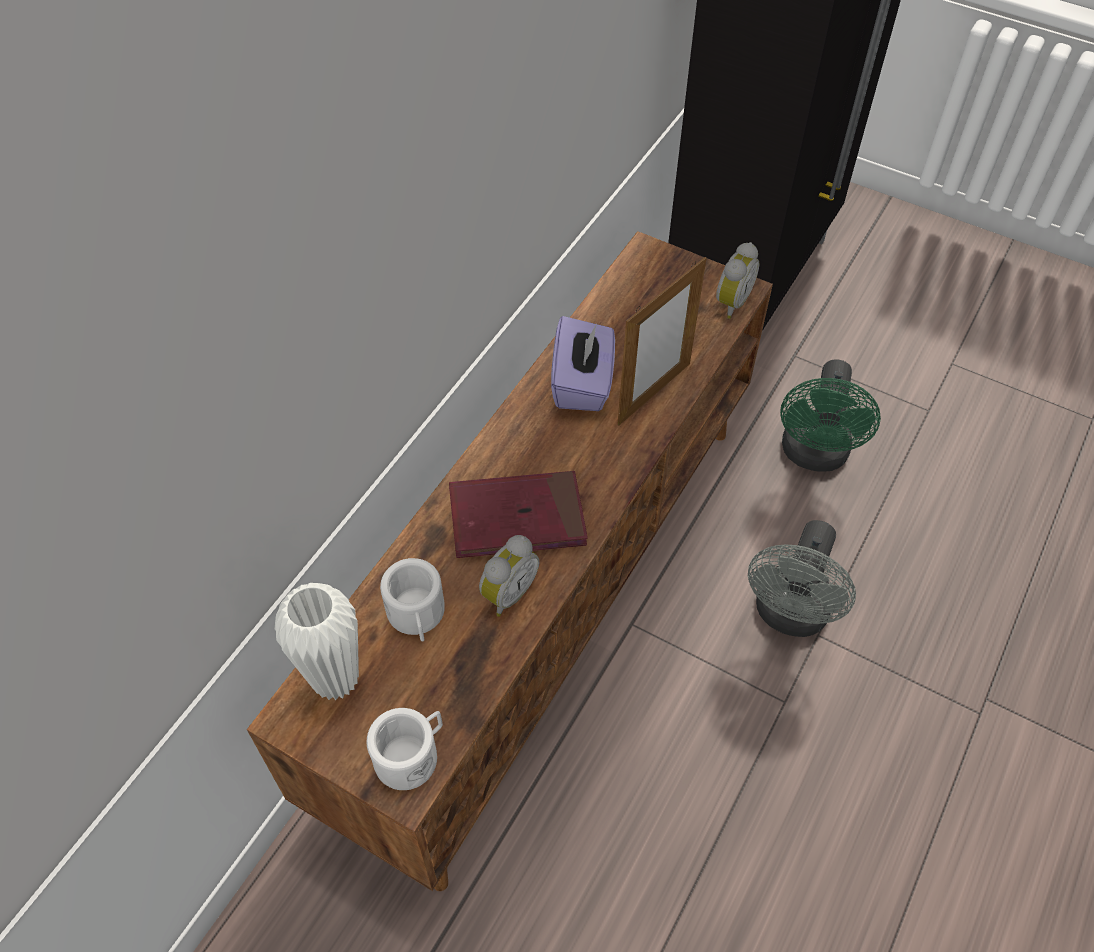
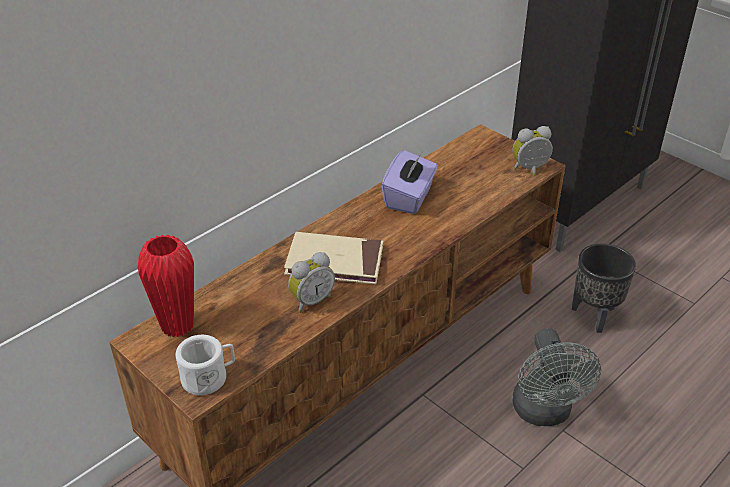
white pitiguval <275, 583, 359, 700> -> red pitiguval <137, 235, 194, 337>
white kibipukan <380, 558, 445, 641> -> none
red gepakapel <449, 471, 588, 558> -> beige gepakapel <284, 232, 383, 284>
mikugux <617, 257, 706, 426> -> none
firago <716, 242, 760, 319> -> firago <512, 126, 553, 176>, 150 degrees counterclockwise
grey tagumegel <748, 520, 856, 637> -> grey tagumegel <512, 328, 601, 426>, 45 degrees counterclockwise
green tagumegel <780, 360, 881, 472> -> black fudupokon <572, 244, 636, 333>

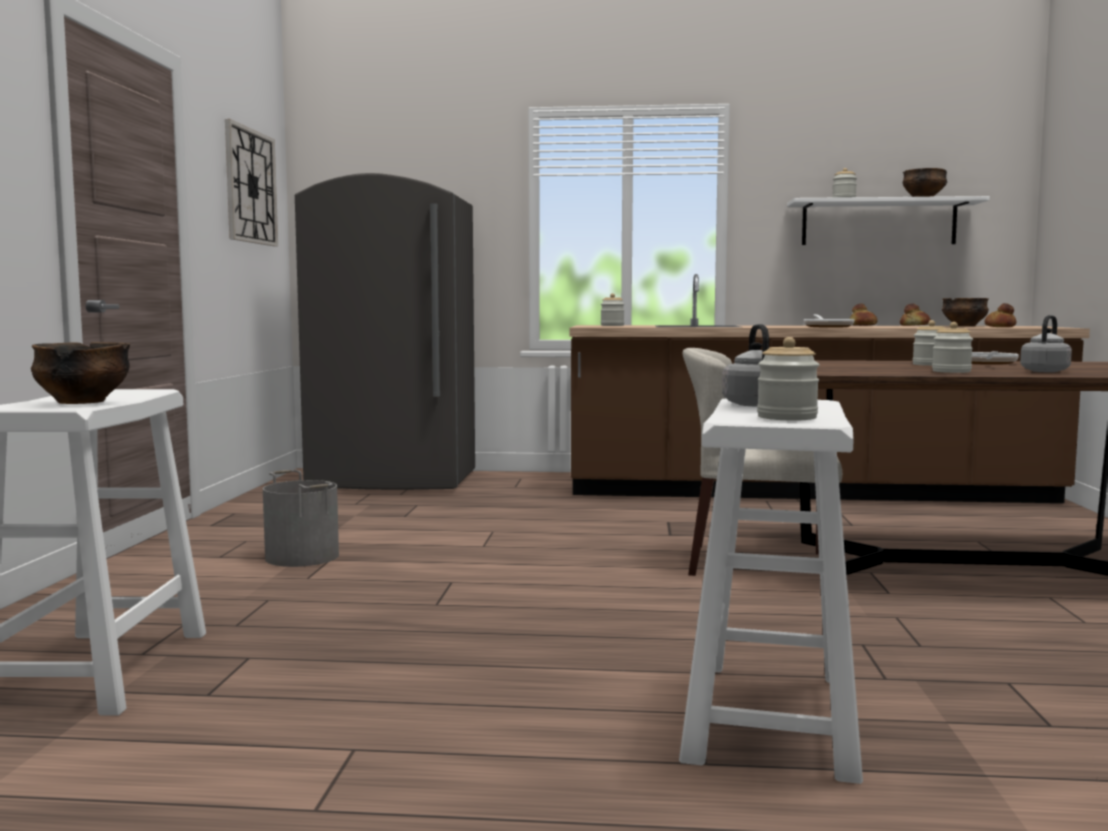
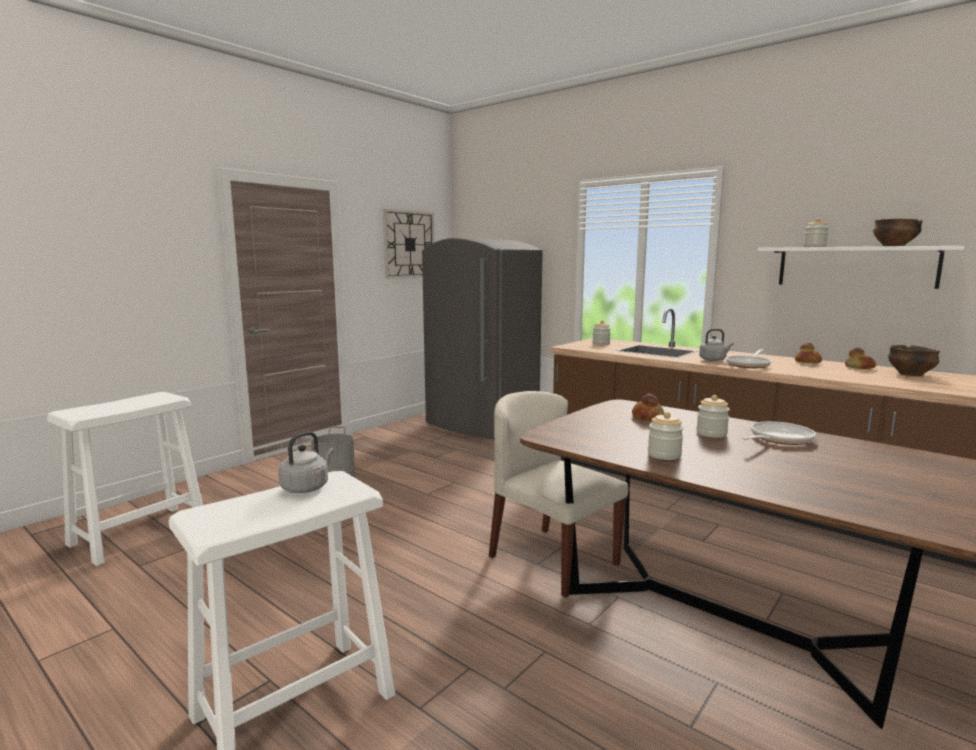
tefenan <31, 342, 130, 404> -> none
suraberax <757, 337, 820, 421> -> none
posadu <984, 303, 1016, 327> -> posadu <632, 394, 664, 420>, shifted
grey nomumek <1020, 315, 1072, 372> -> grey nomumek <699, 329, 734, 361>, shifted

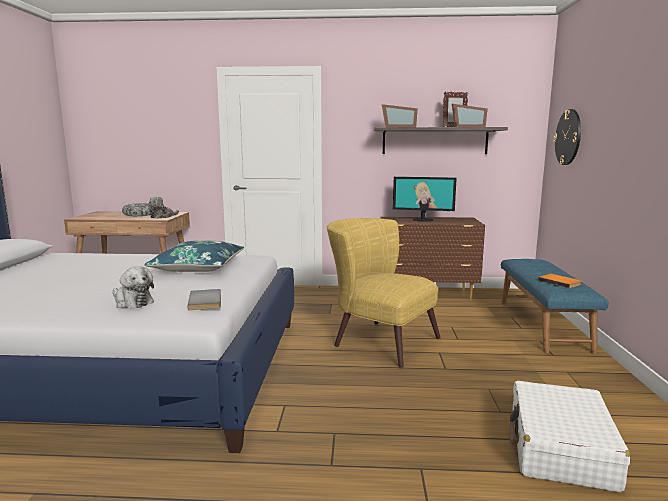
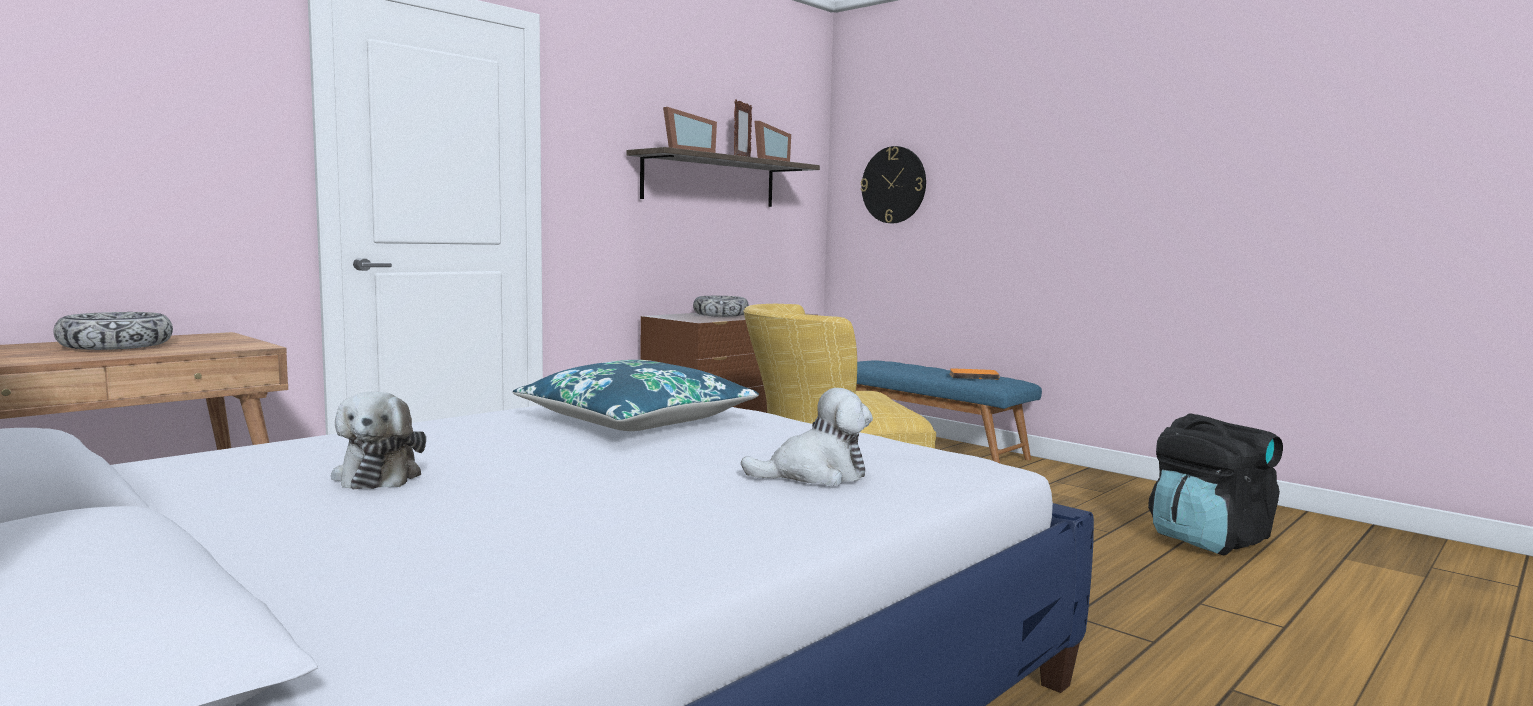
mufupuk <149, 196, 179, 219> -> mufupuk <331, 391, 426, 489>, shifted
grey gepakapel <188, 289, 221, 310> -> none
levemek <393, 177, 457, 221> -> tefenan <693, 296, 749, 317>
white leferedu <509, 381, 630, 493> -> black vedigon <1148, 413, 1283, 555>

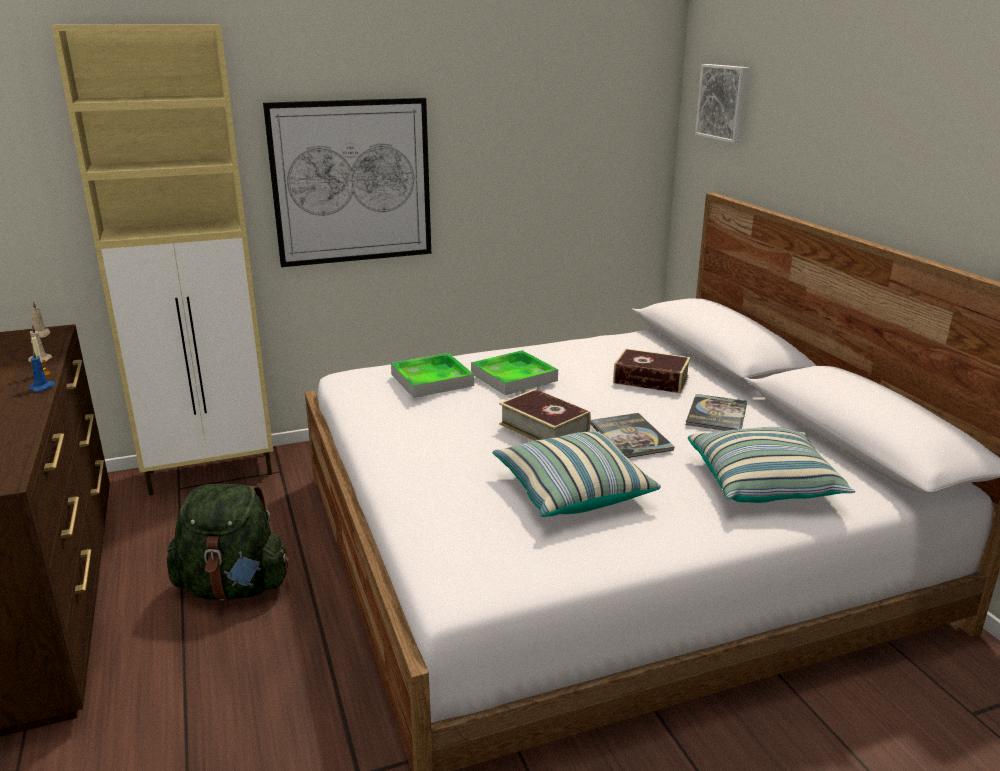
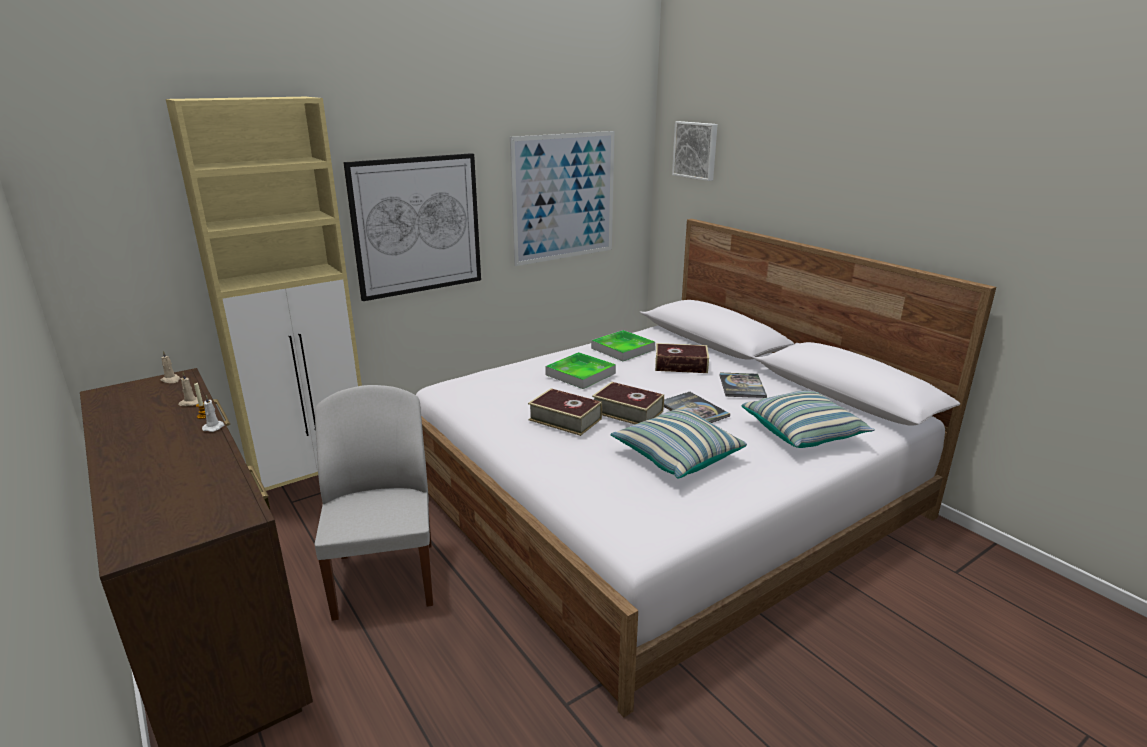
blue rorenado <29, 350, 55, 392> -> white rorenado <202, 395, 225, 432>
green vedigon <167, 484, 289, 601> -> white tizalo <314, 385, 433, 621>
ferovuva <391, 353, 474, 398> -> ferovuva <591, 330, 655, 361>, shifted
none -> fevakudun <510, 131, 614, 266>
none -> gepakapel <528, 388, 602, 436>

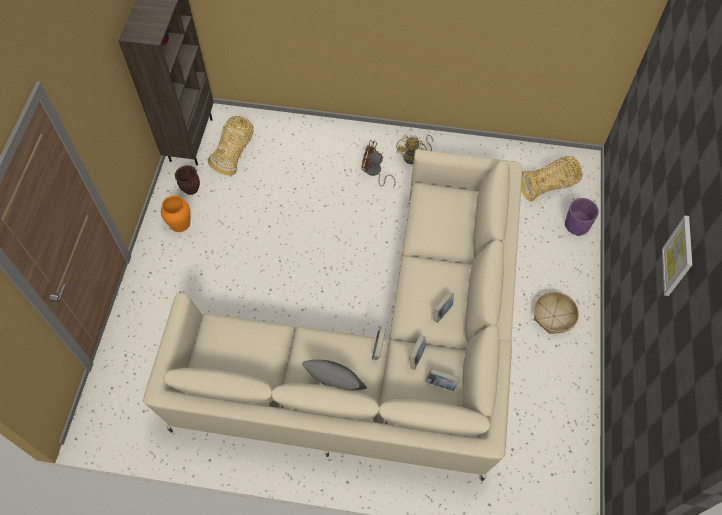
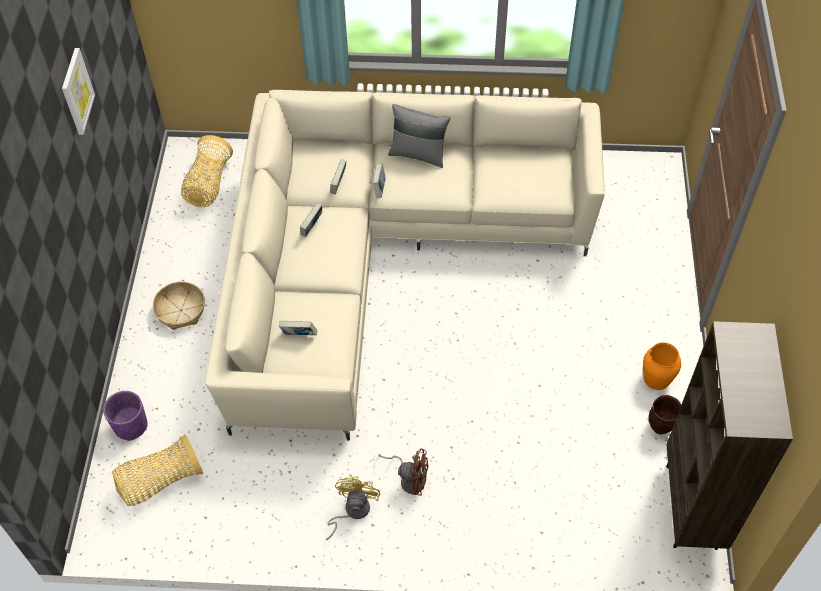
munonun <208, 116, 254, 175> -> munonun <181, 135, 233, 207>, shifted
gepakapel <425, 369, 460, 391> -> gepakapel <279, 321, 317, 335>, shifted

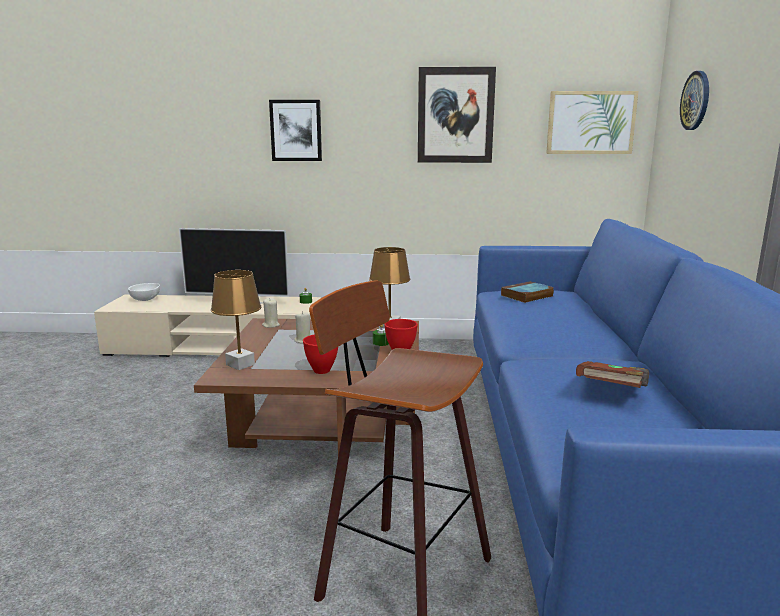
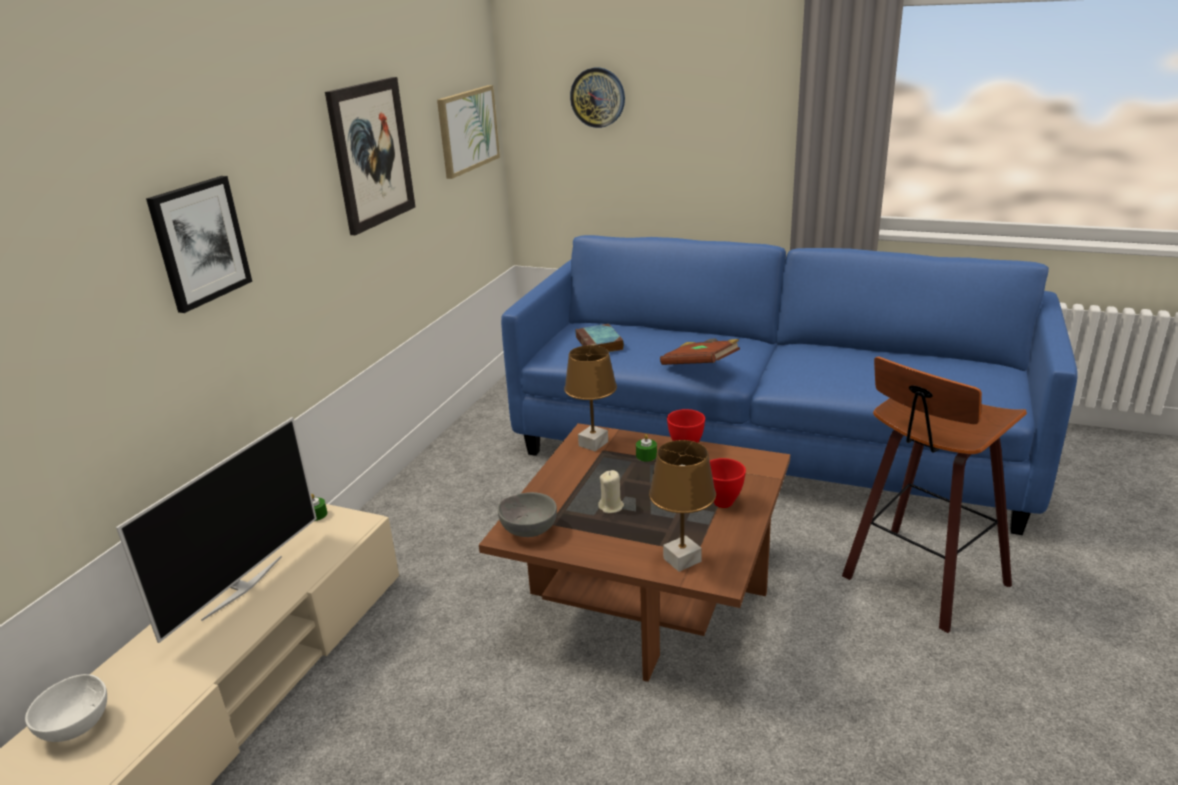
beige rorenado <262, 298, 280, 328> -> grey tefenan <498, 492, 557, 537>
brown gepakapel <576, 361, 649, 388> -> brown gepakapel <660, 339, 740, 365>, shifted

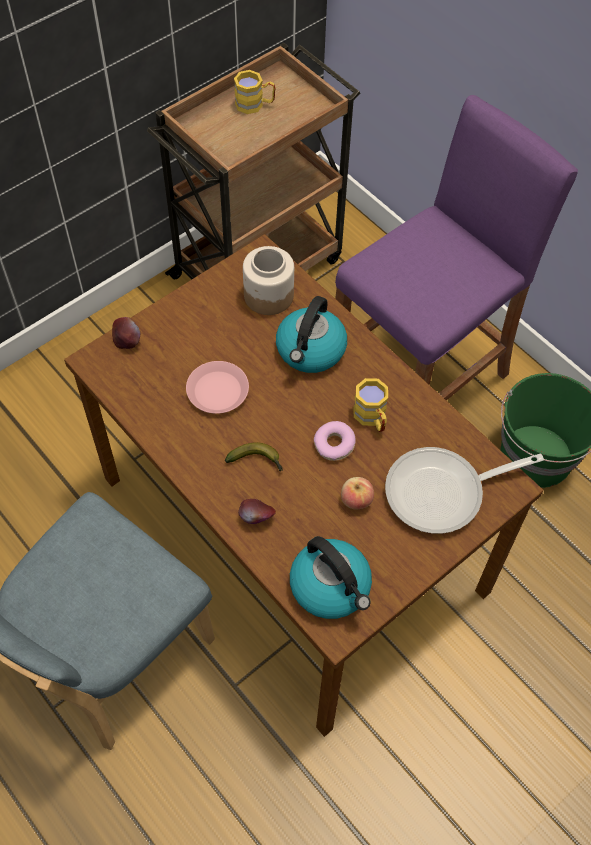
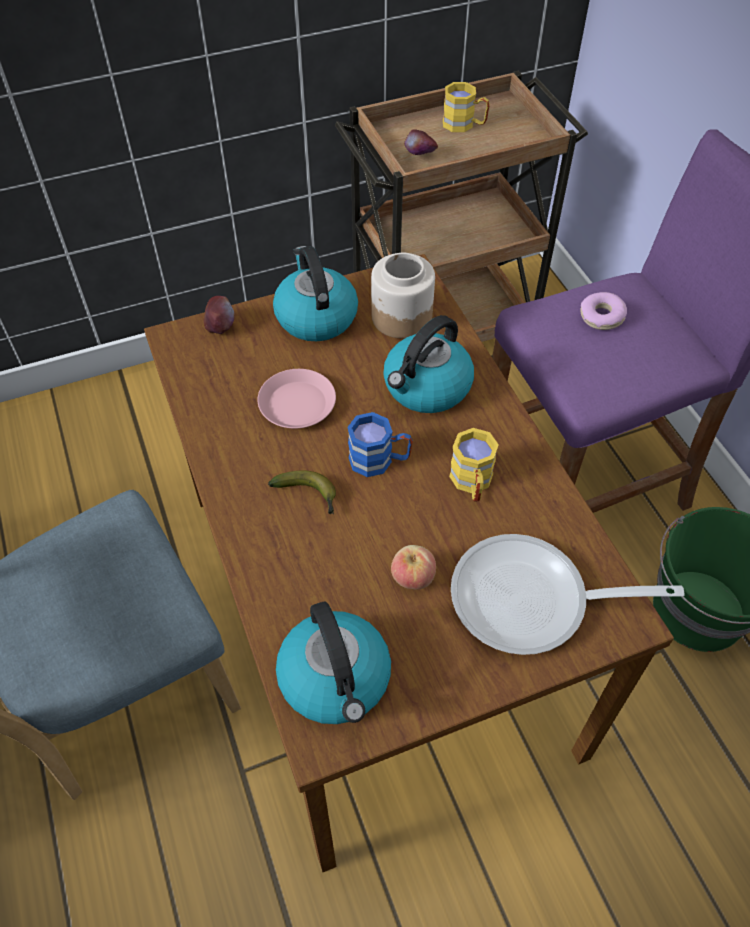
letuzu <238, 499, 276, 524> -> letuzu <404, 129, 438, 155>, shifted
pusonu <314, 421, 356, 461> -> pusonu <580, 292, 627, 330>, shifted
none -> nomumek <273, 246, 358, 341>
none -> blue kibipukan <347, 412, 413, 477>

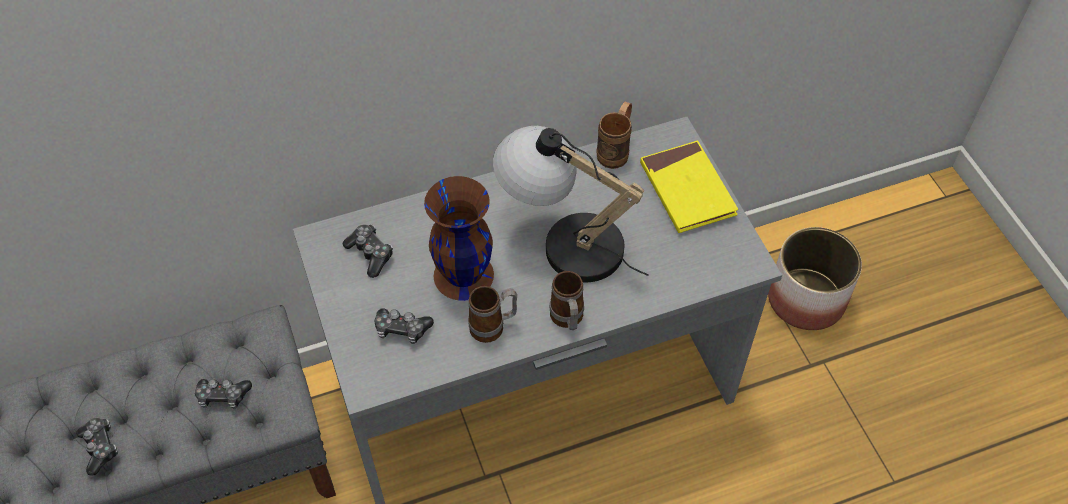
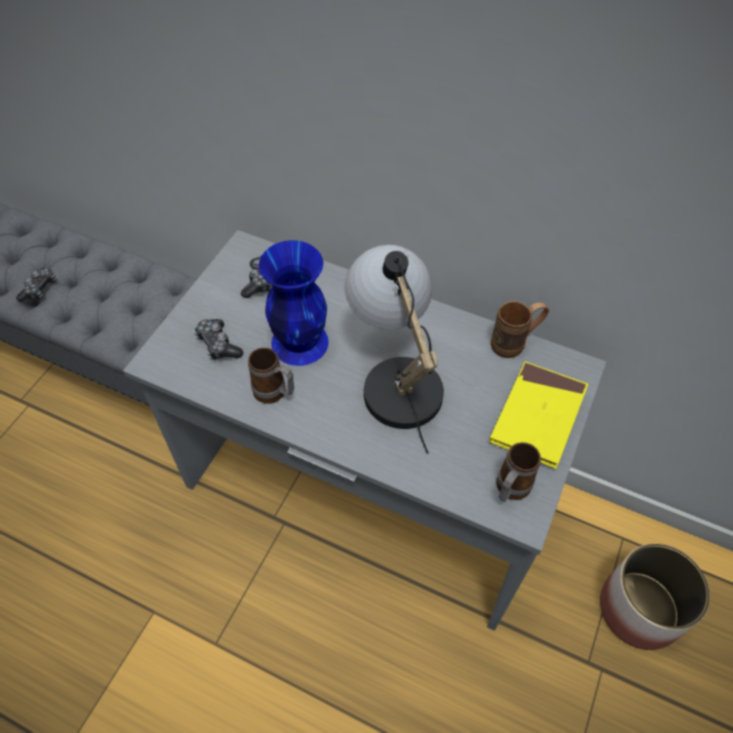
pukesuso <195, 379, 252, 408> -> none
brown pitiguval <424, 176, 494, 301> -> blue pitiguval <259, 240, 329, 366>
kibipukan <550, 271, 584, 330> -> kibipukan <496, 442, 541, 502>, shifted

